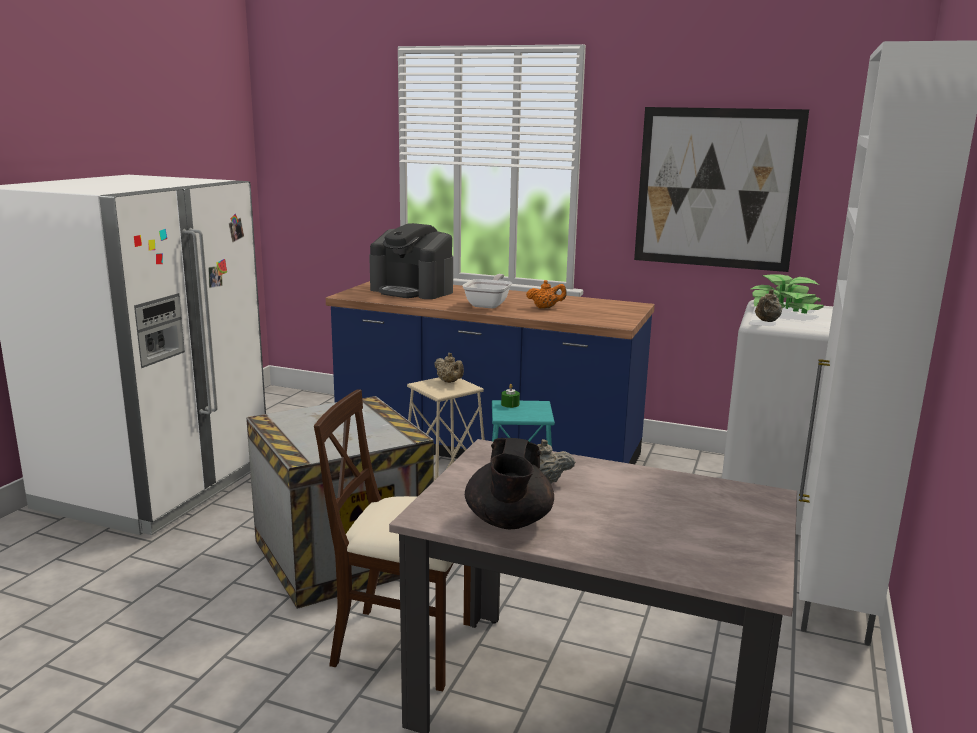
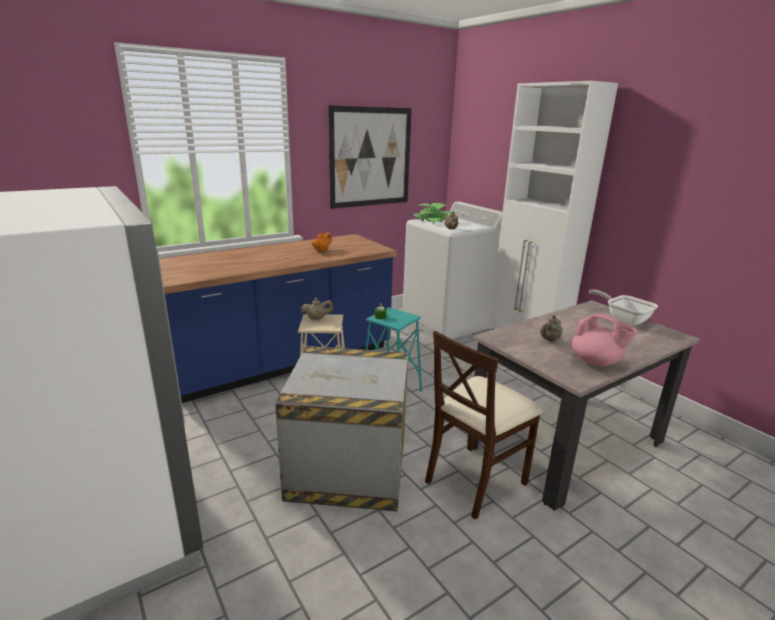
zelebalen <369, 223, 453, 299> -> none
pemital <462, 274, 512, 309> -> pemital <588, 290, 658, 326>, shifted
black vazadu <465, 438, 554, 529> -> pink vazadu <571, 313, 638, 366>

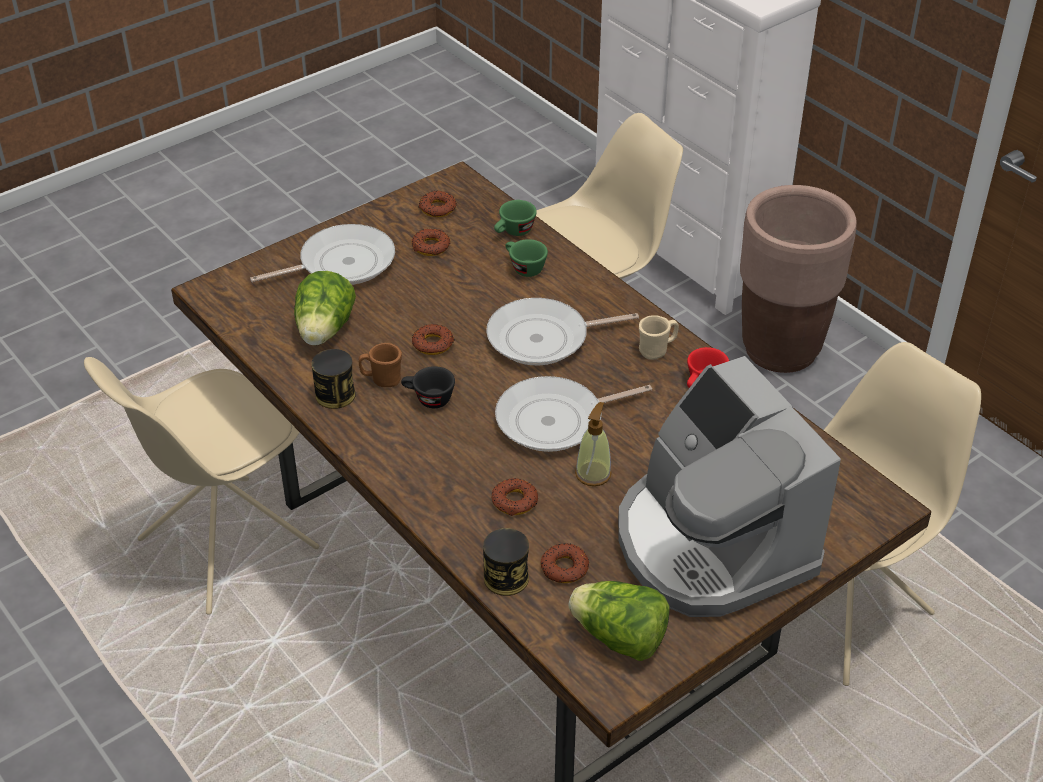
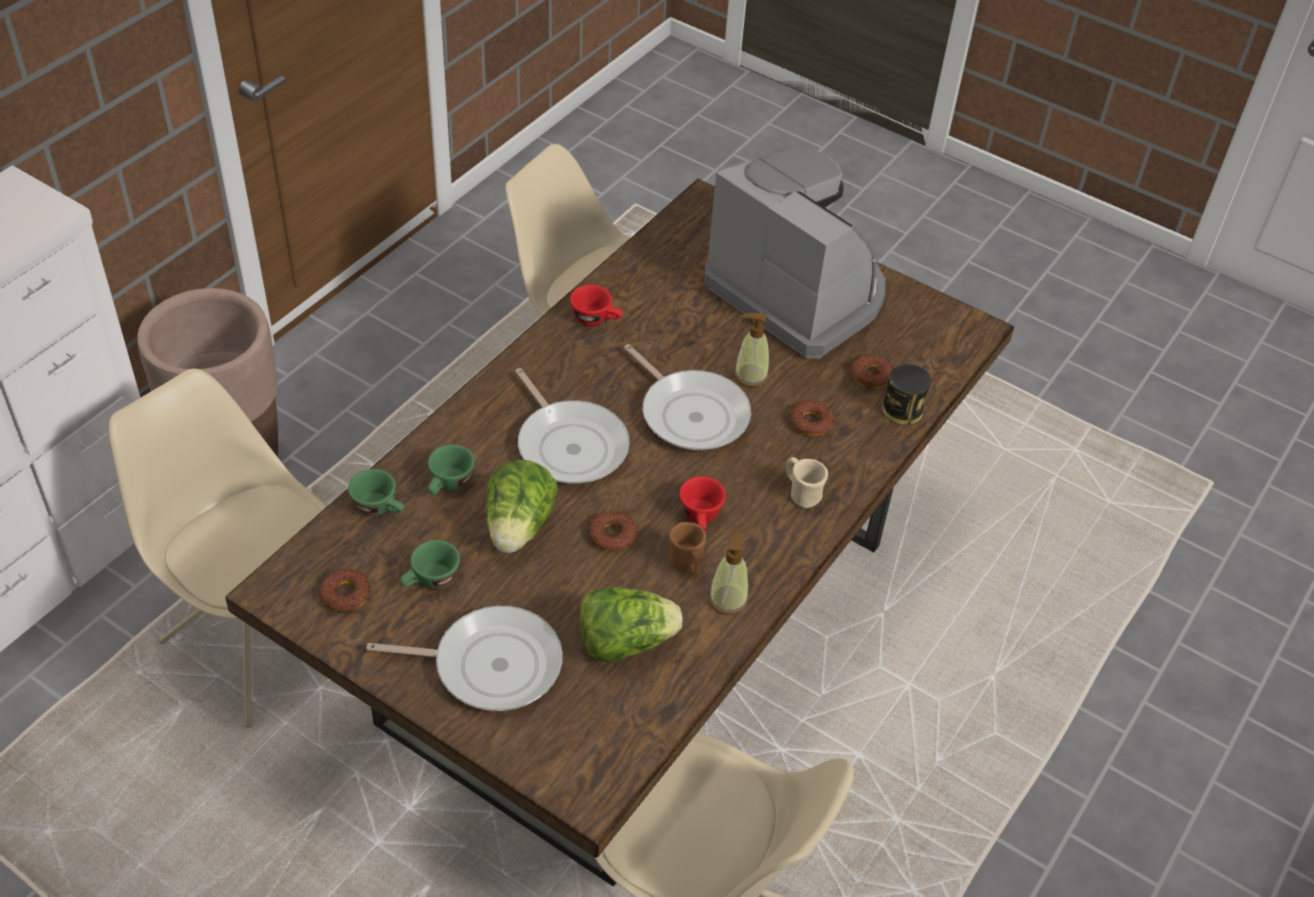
pemital <250, 224, 395, 285> -> pemital <367, 606, 563, 711>, 135 degrees clockwise
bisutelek <311, 349, 356, 409> -> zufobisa <709, 527, 748, 615>
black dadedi <401, 366, 455, 408> -> red dadedi <679, 476, 726, 531>
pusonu <412, 229, 451, 256> -> green dadedi <400, 540, 460, 589>
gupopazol <568, 581, 670, 661> -> gupopazol <485, 460, 558, 553>, shifted
zelebalen <618, 356, 841, 617> -> zelebalen <705, 147, 886, 359>, 90 degrees counterclockwise
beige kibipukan <639, 315, 679, 360> -> beige kibipukan <786, 457, 828, 508>, shifted

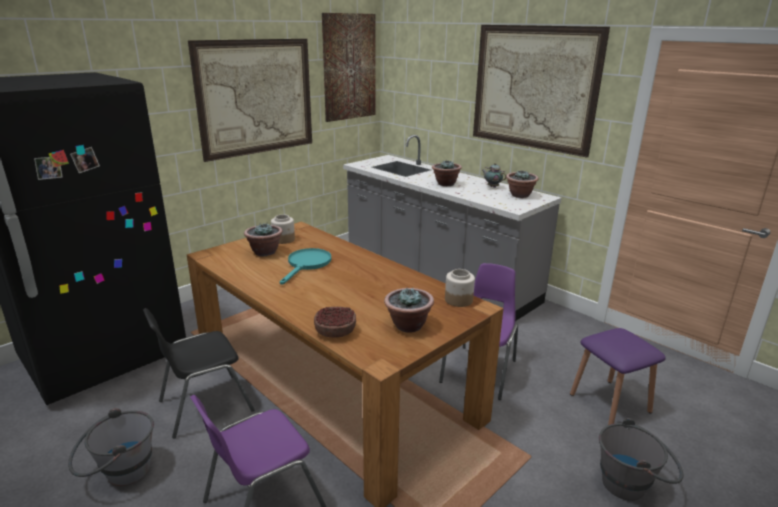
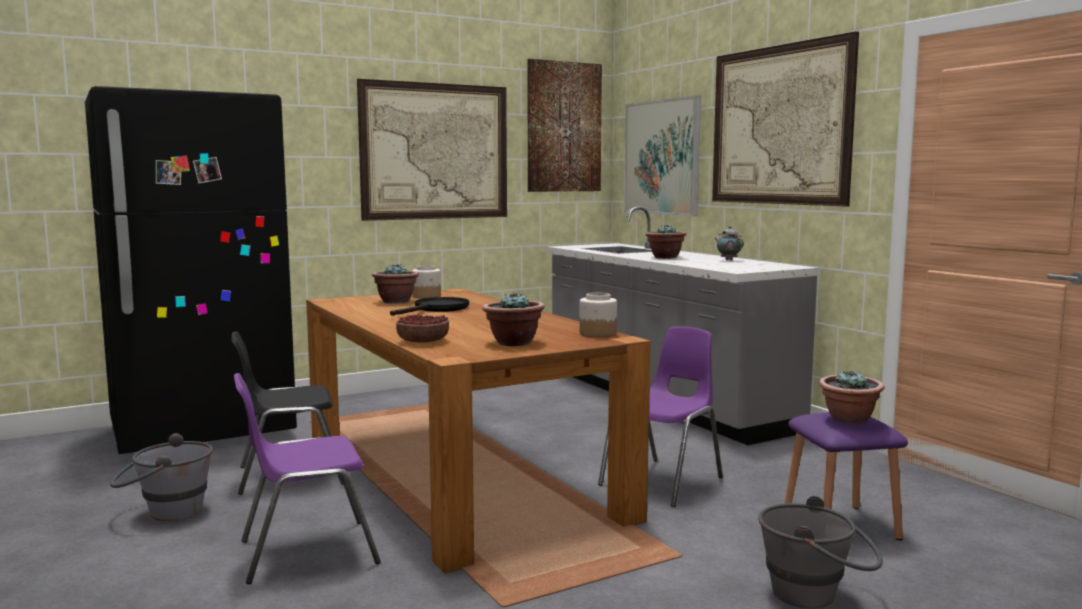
turquoise pemital <280, 248, 331, 285> -> black pemital <390, 297, 469, 316>
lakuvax <506, 170, 539, 198> -> lakuvax <819, 370, 884, 424>, shifted
none -> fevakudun <624, 95, 701, 216>

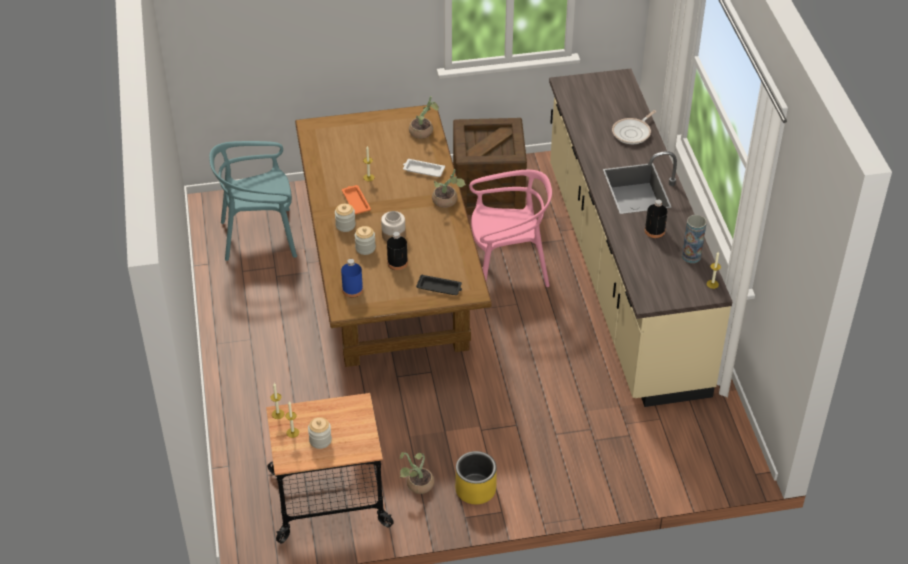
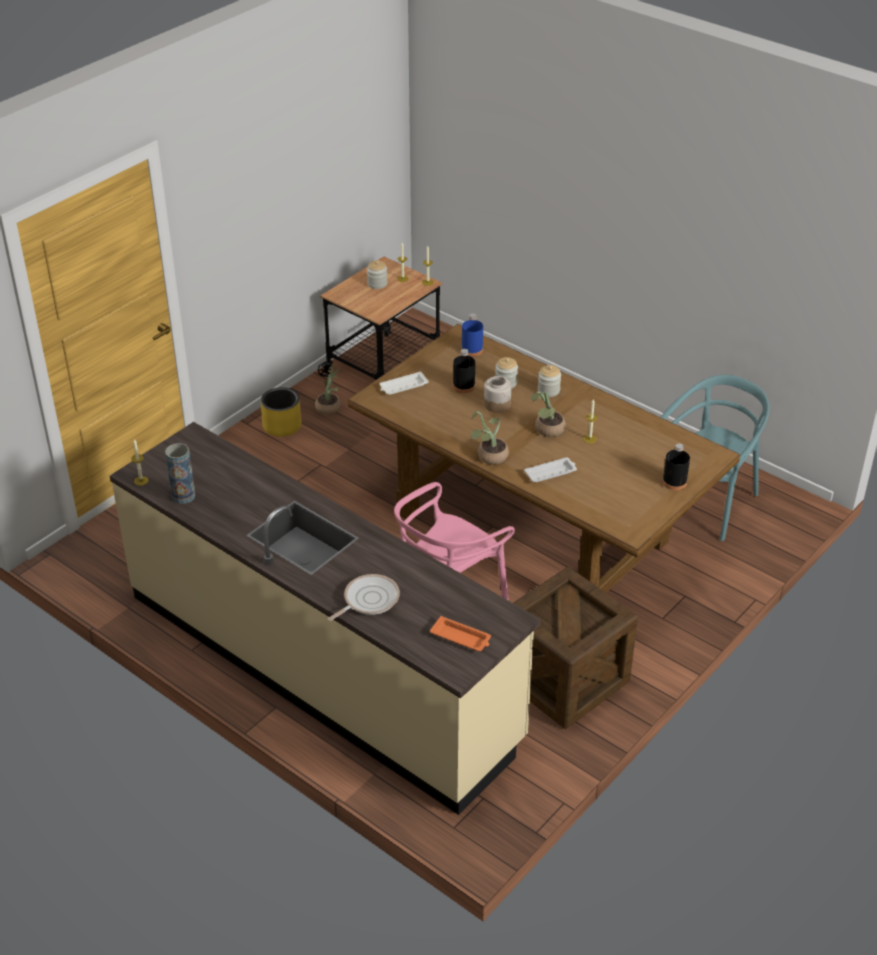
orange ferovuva <342, 185, 371, 214> -> orange ferovuva <430, 616, 491, 651>, shifted
lakuvax <409, 96, 439, 139> -> lakuvax <531, 391, 566, 437>, shifted
black ferovuva <416, 274, 462, 295> -> white ferovuva <380, 371, 429, 395>
pemital <612, 110, 656, 144> -> pemital <328, 574, 400, 621>, 45 degrees clockwise
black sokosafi <645, 199, 667, 238> -> black sokosafi <662, 443, 690, 490>, shifted

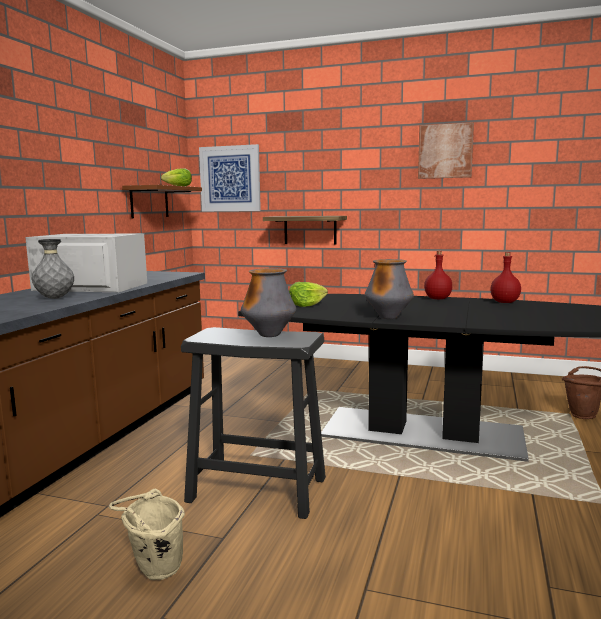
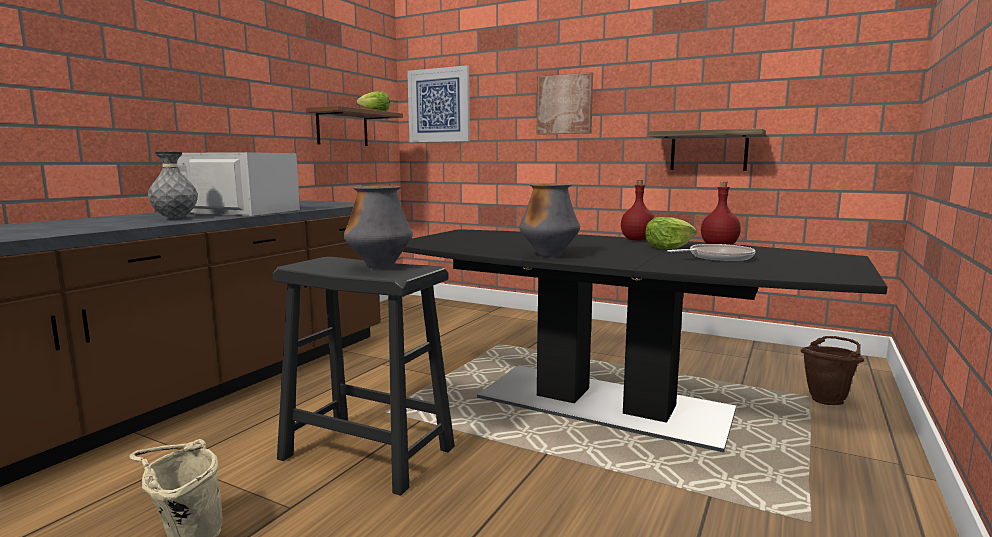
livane <263, 216, 347, 245> -> livane <648, 128, 766, 171>, shifted
gupopazol <289, 282, 328, 307> -> gupopazol <645, 217, 697, 249>, shifted
fevakudun <418, 122, 474, 179> -> fevakudun <537, 72, 593, 135>, shifted
none -> pemital <667, 244, 756, 261>

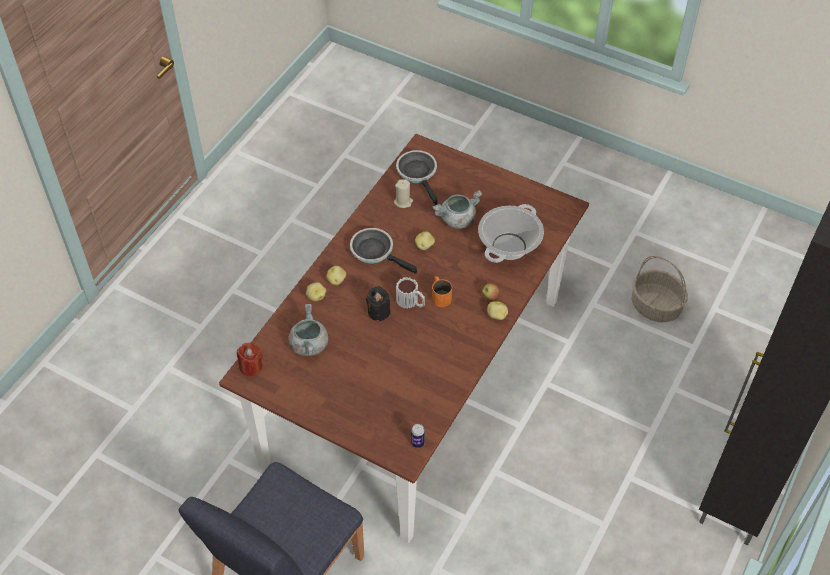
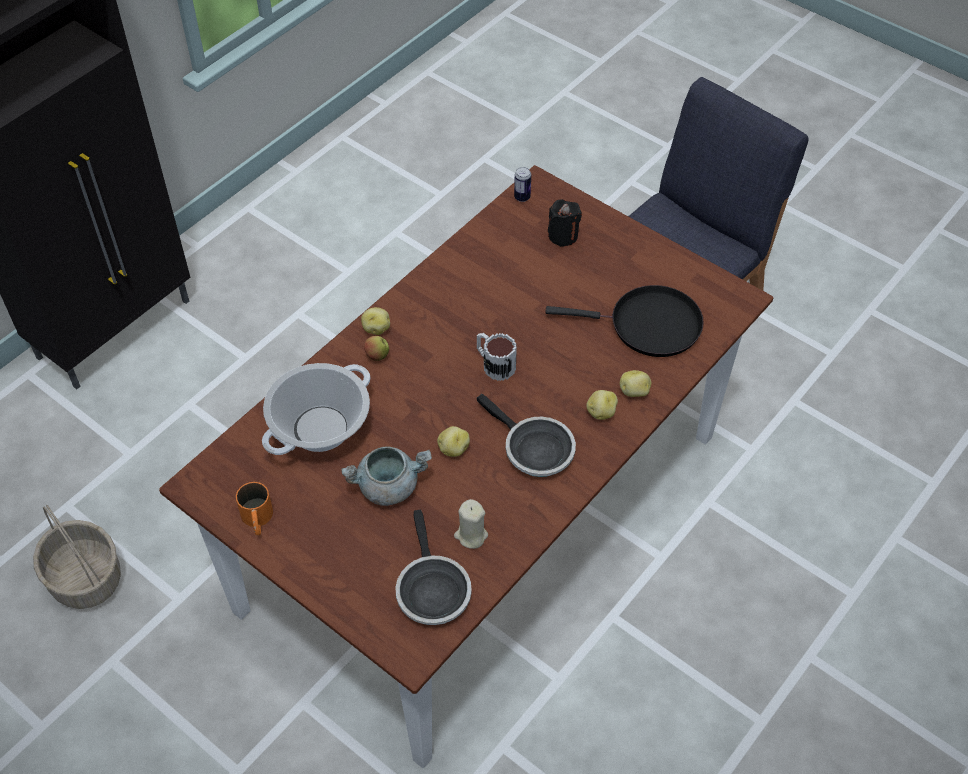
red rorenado <237, 343, 263, 376> -> none
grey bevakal <289, 304, 328, 356> -> black pemital <545, 285, 704, 357>
black rorenado <366, 286, 391, 321> -> black rorenado <548, 199, 582, 247>, shifted
orange kibipukan <432, 276, 452, 307> -> orange kibipukan <236, 482, 273, 535>, shifted

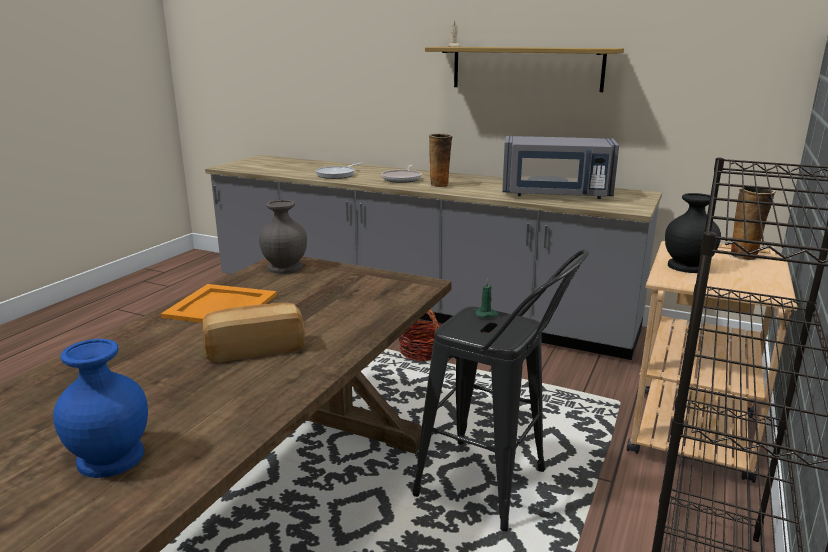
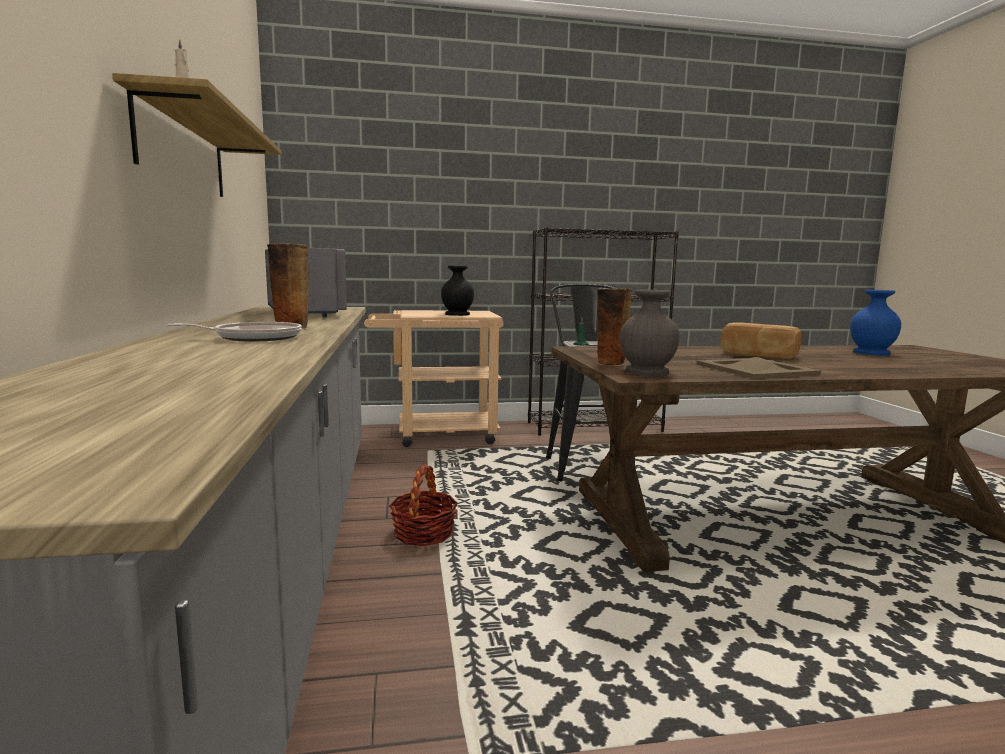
orange ferovuva <161, 284, 277, 323> -> beige ferovuva <696, 357, 821, 379>
pemital <315, 163, 363, 179> -> none
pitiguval <729, 187, 776, 261> -> pitiguval <597, 288, 632, 366>, shifted

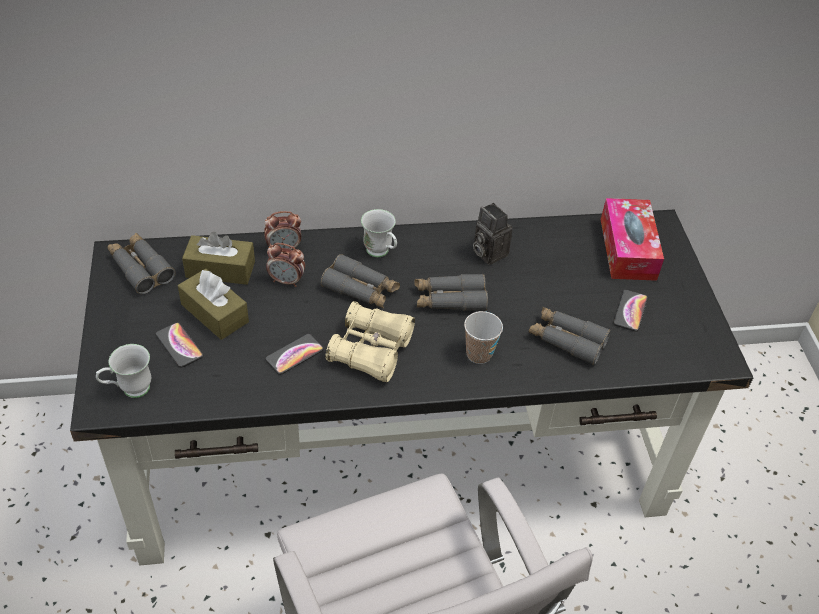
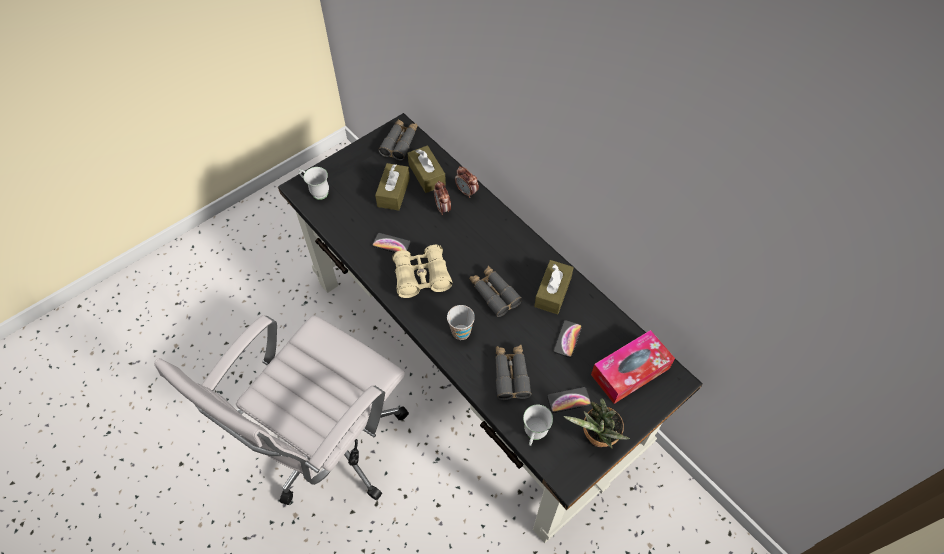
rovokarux <156, 322, 203, 368> -> rovokarux <553, 320, 582, 358>, shifted
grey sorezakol <320, 254, 400, 308> -> none
white kibipukan <361, 209, 397, 257> -> white kibipukan <523, 405, 553, 446>, shifted
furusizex <473, 203, 512, 265> -> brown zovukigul <534, 260, 574, 314>
none -> lakuvax <563, 398, 630, 448>

